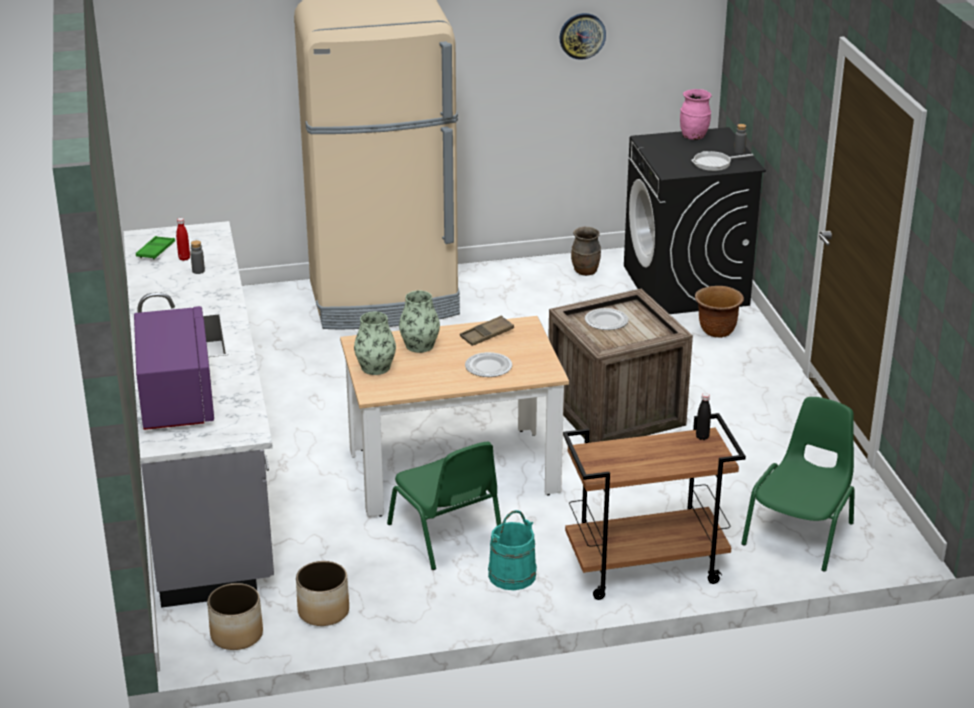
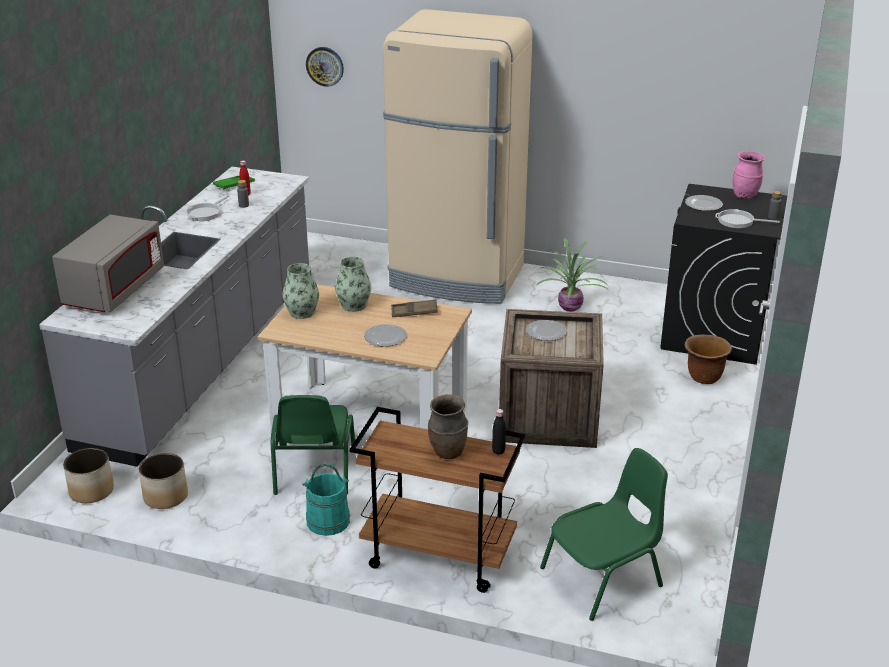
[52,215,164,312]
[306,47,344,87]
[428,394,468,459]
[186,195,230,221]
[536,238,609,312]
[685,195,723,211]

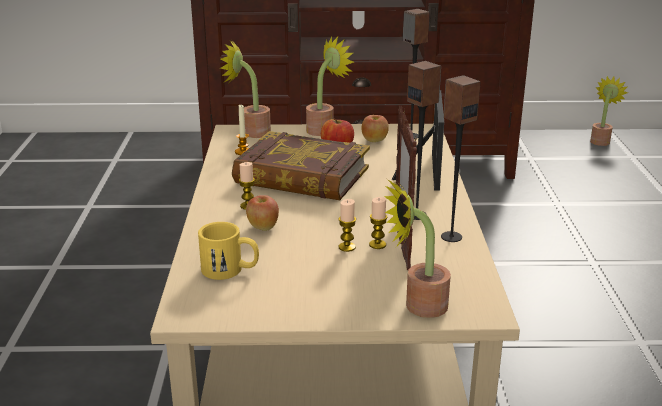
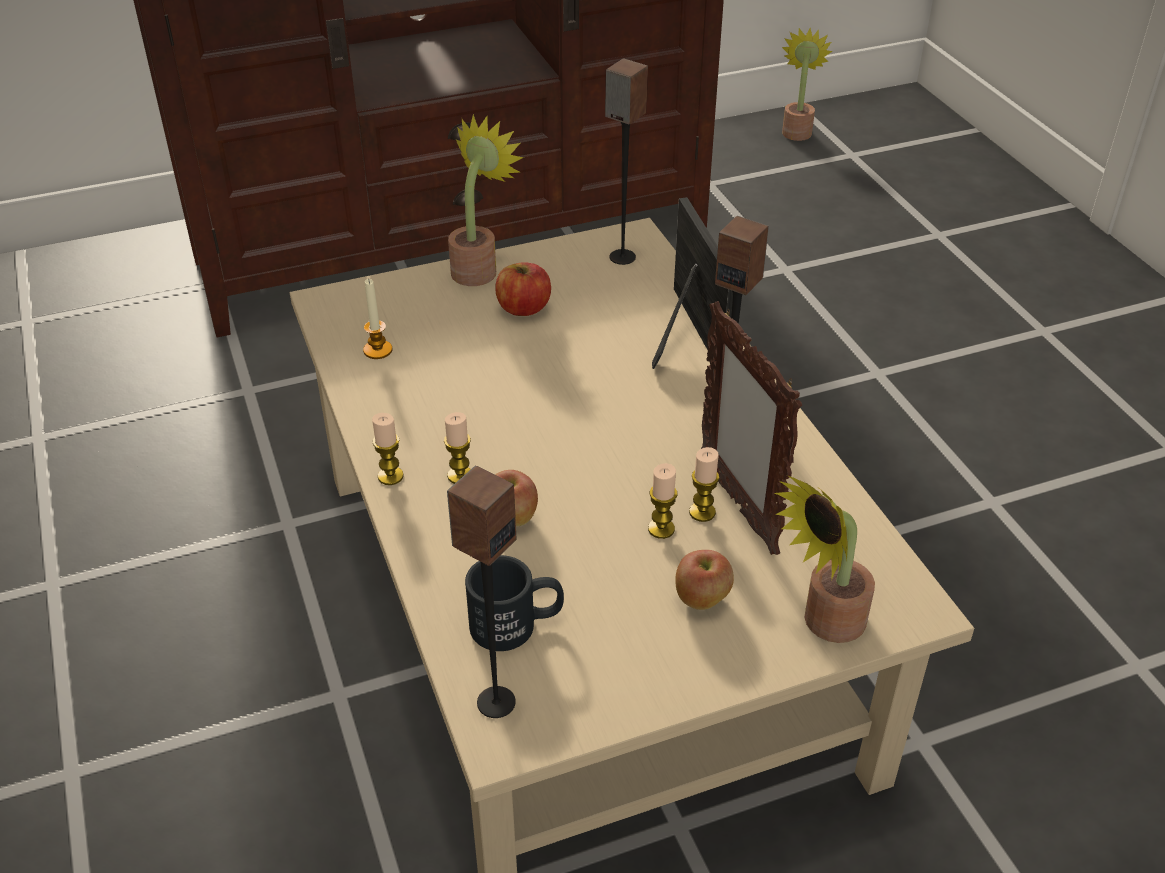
[465,555,564,651]
[220,41,271,138] (first image)
[232,131,370,200] (first image)
[675,550,734,610]
[447,466,516,718]
[372,413,404,485]

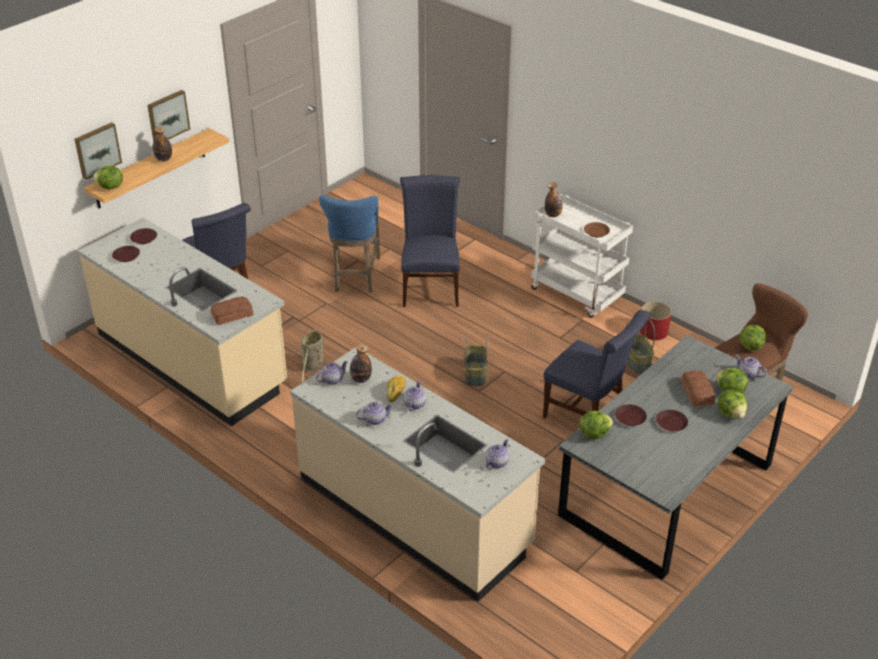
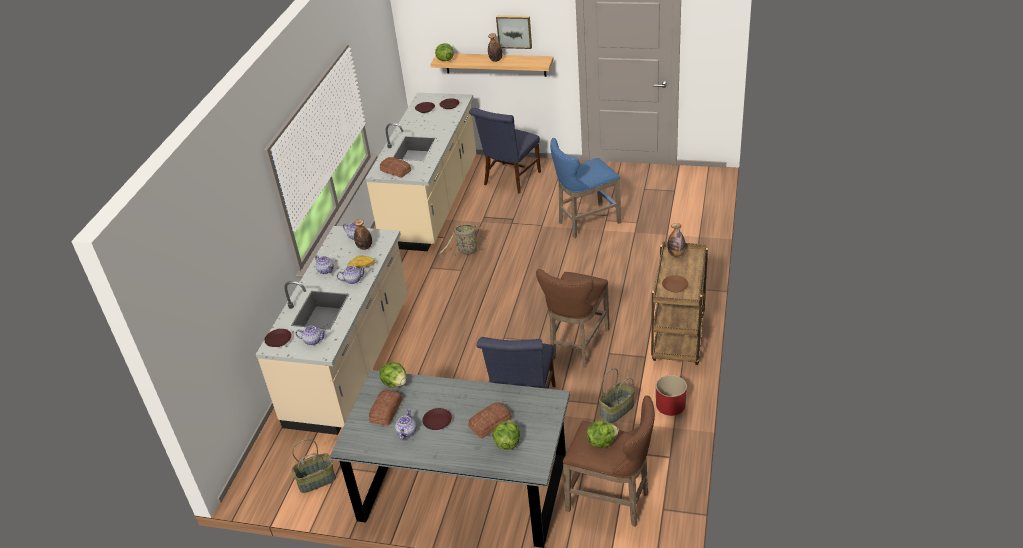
[74,122,122,180] (first image)
[400,175,460,307] (first image)
[292,439,336,493]
[651,241,708,365]
[264,329,292,347]
[718,389,747,419] (first image)
[395,409,417,440]
[369,390,403,426]
[536,269,610,368]

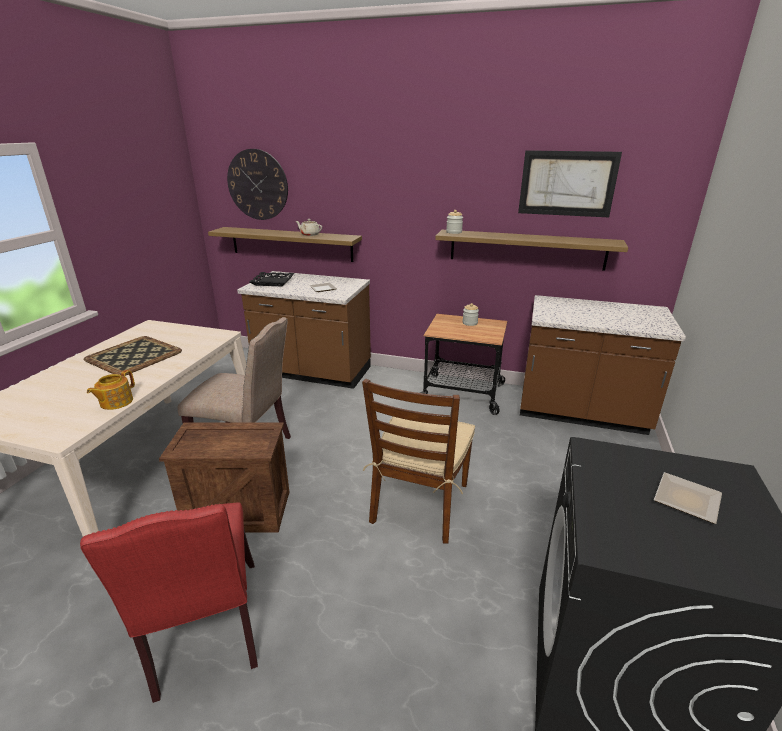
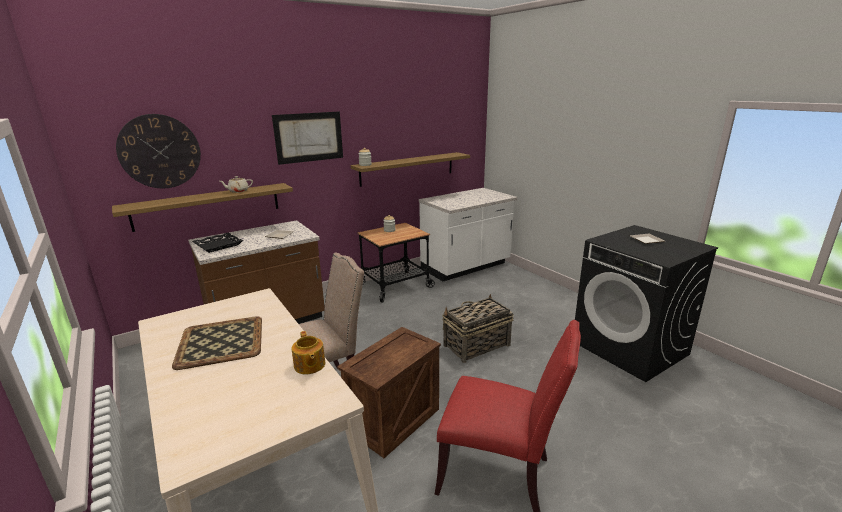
[442,294,513,363]
[272,112,343,165]
[419,188,517,281]

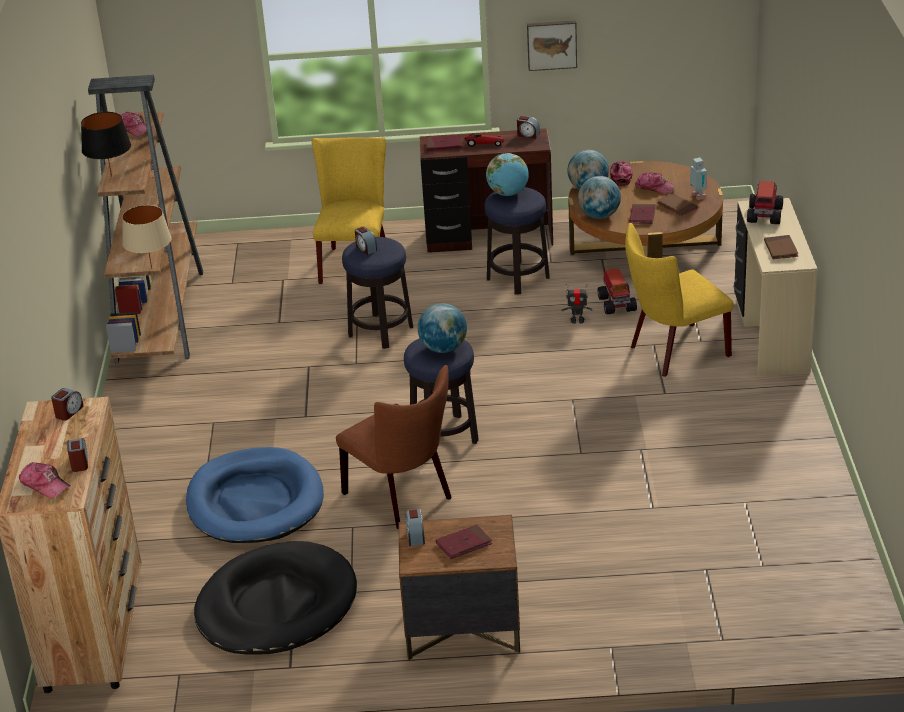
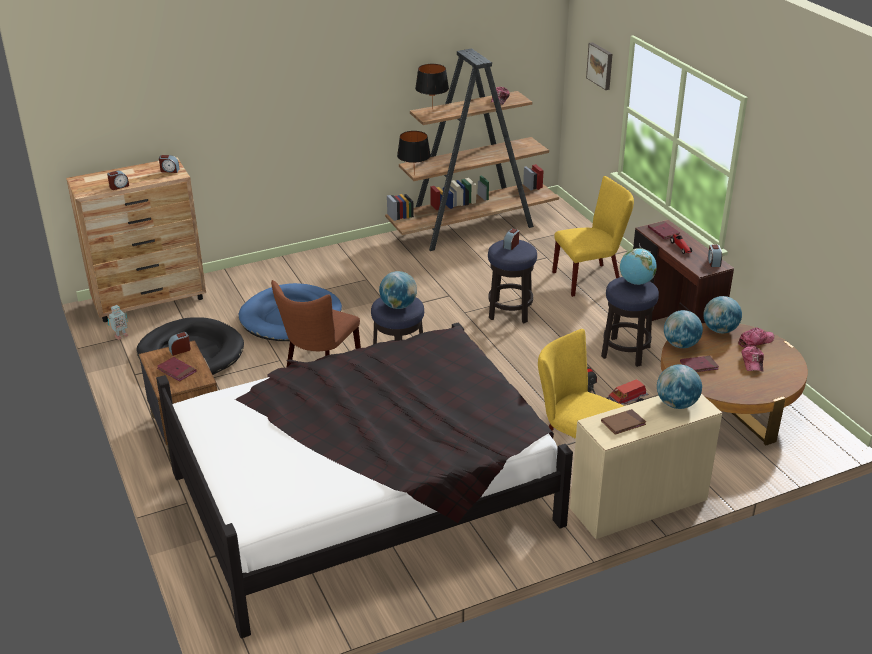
[19,462,70,498] (first image)
[397,131,431,176]
[586,42,612,90]
[656,193,698,216] (first image)
[108,305,129,340]
[657,364,702,409]
[156,322,573,639]

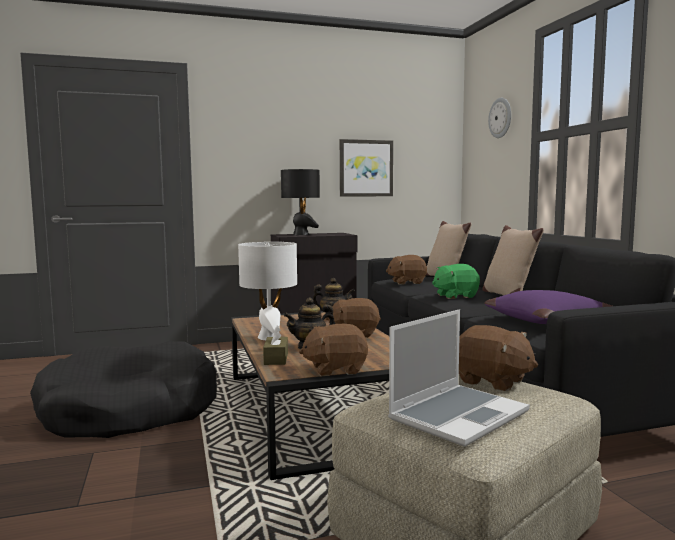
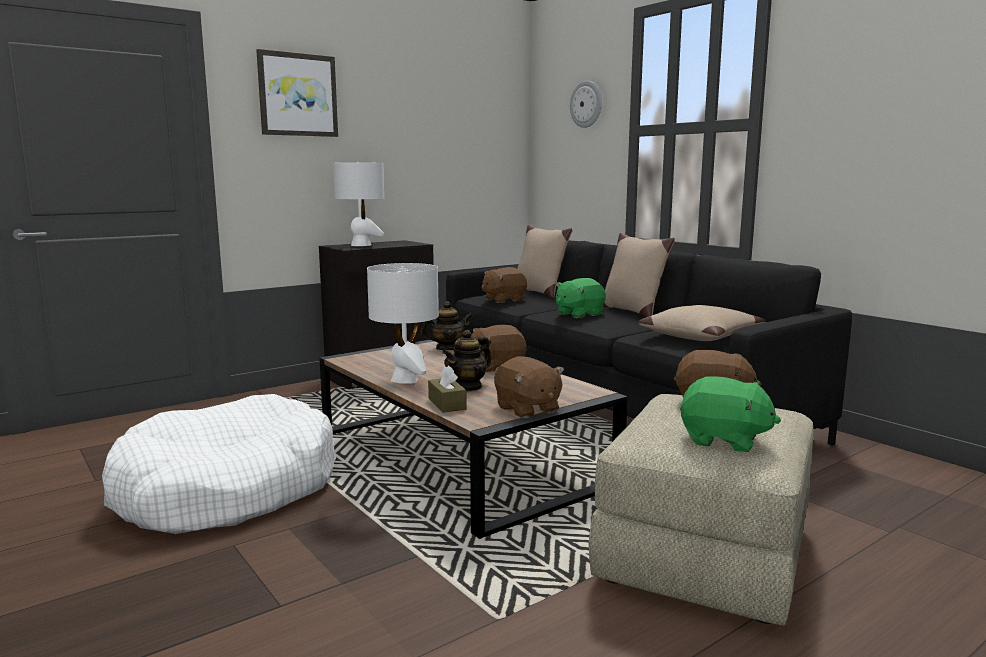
[102,394,336,534]
[333,162,384,246]
[494,356,565,418]
[256,49,338,137]
[680,376,781,452]
[638,305,766,341]

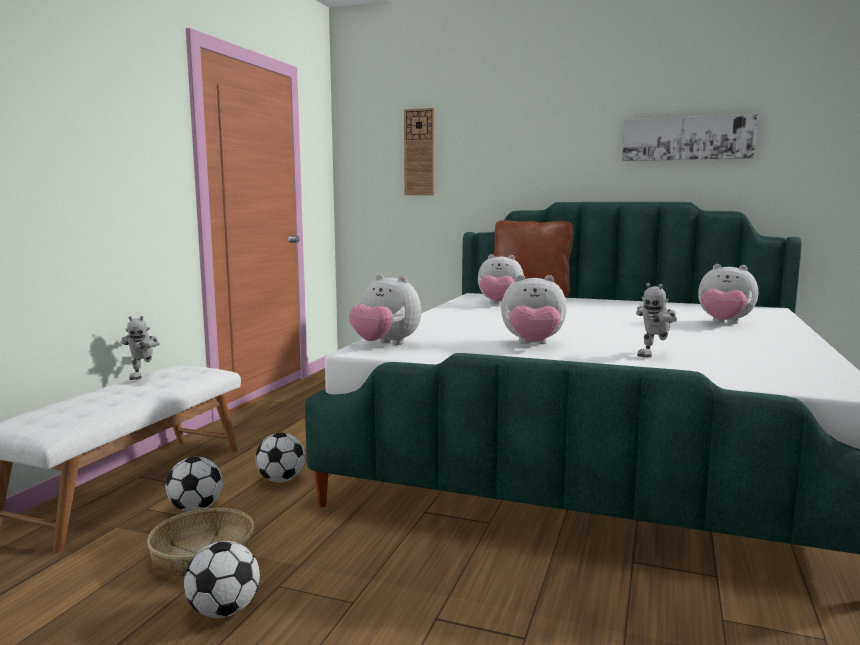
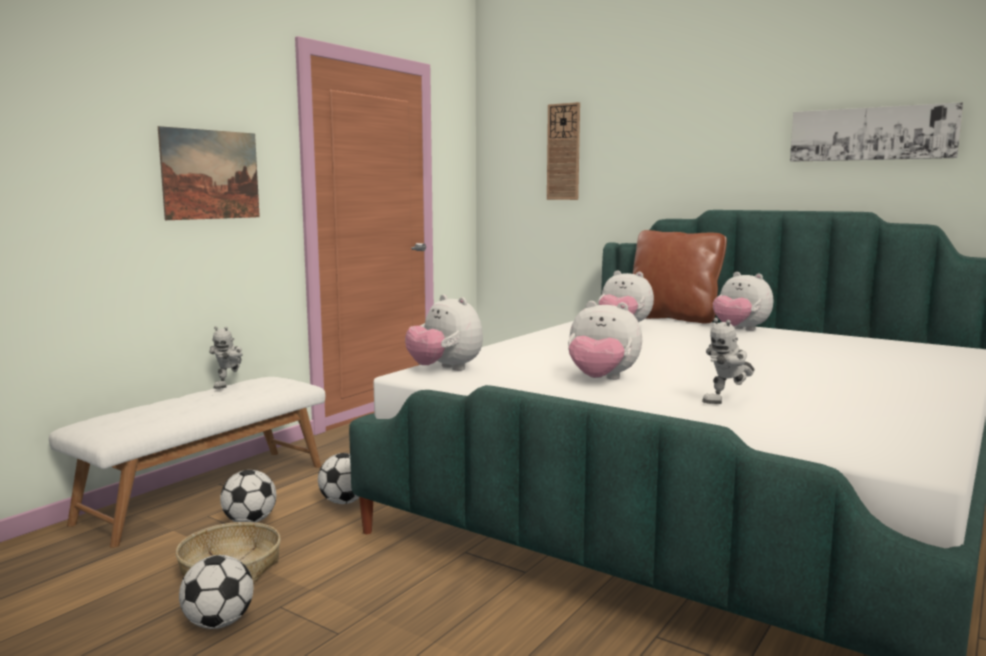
[713,272,773,331]
[158,126,260,220]

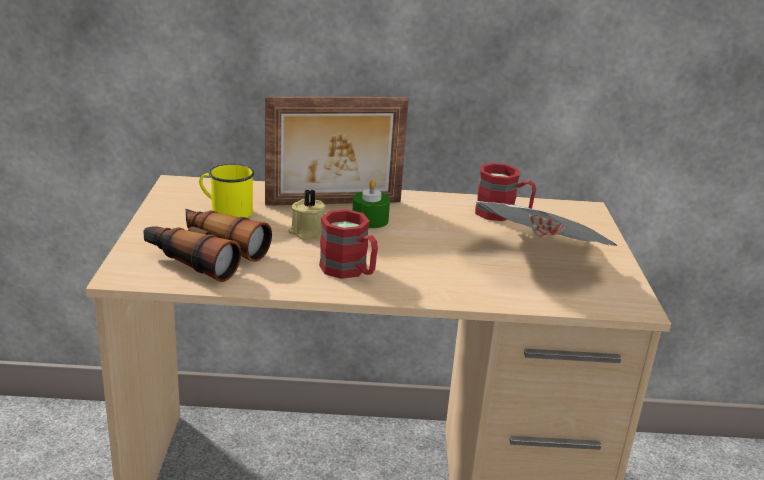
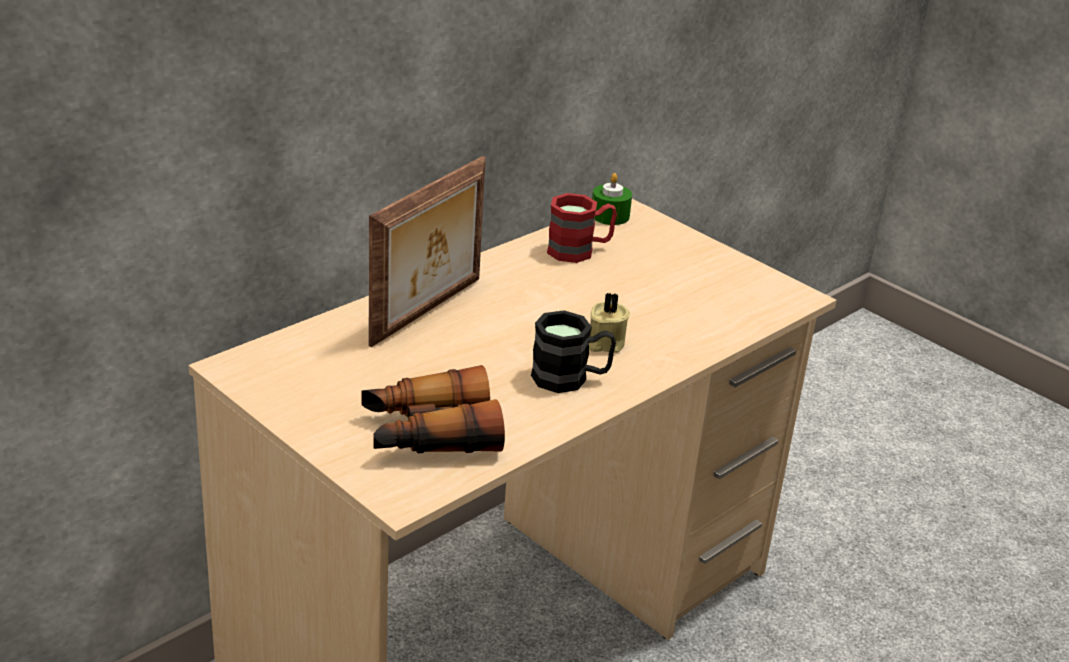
[199,164,254,218] (first image)
[589,292,630,353]
[531,310,616,393]
[592,173,632,225]
[468,199,617,246] (first image)

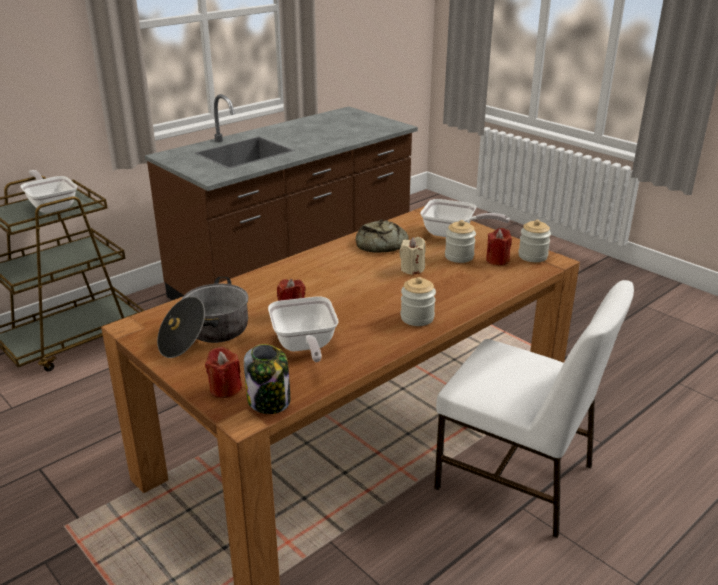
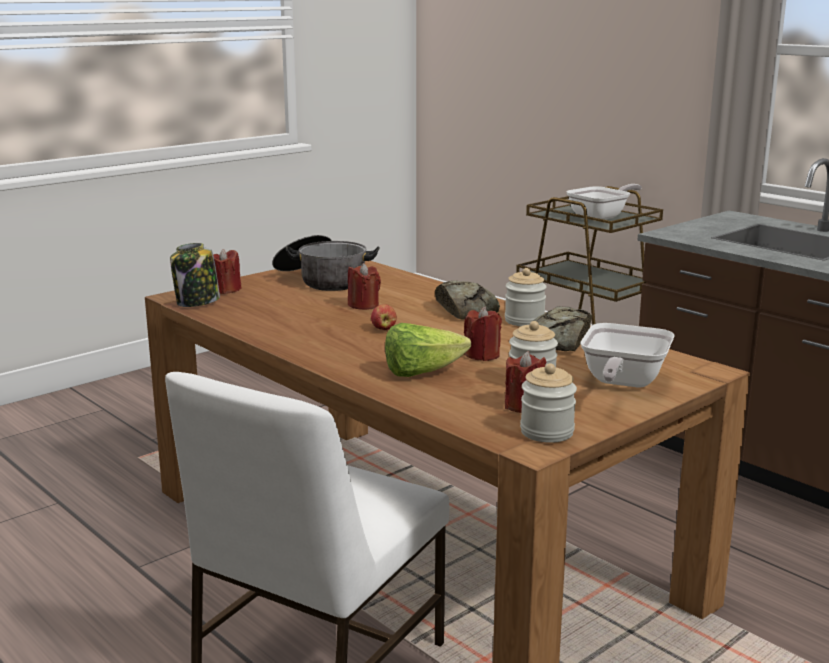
[268,296,338,362] (first image)
[464,306,502,361]
[505,268,546,326]
[371,304,397,330]
[385,323,471,377]
[435,280,500,320]

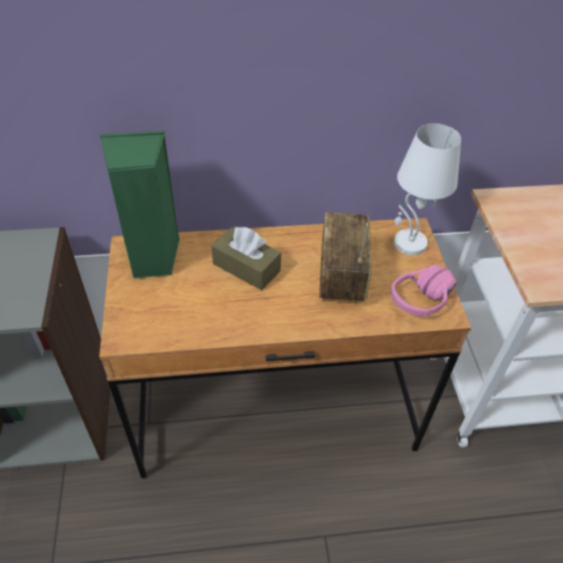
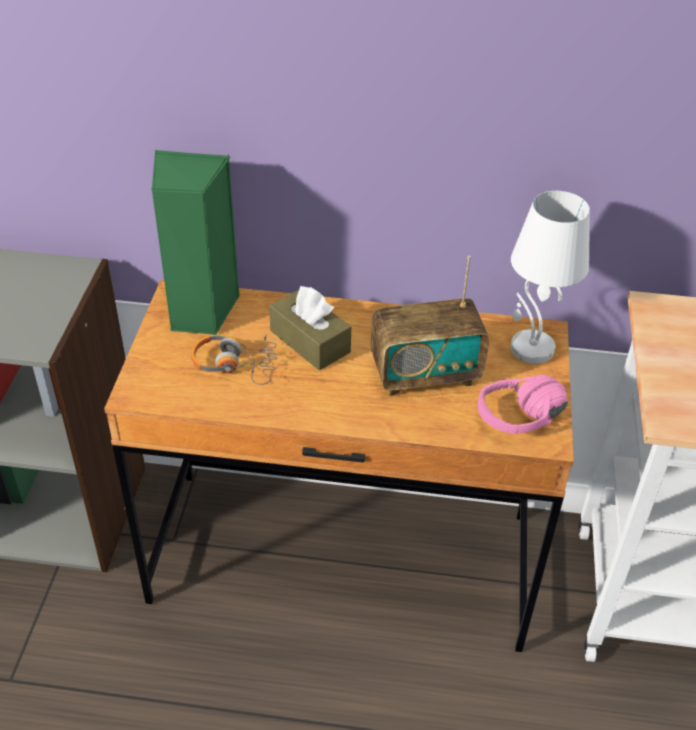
[370,256,489,396]
[191,334,277,385]

